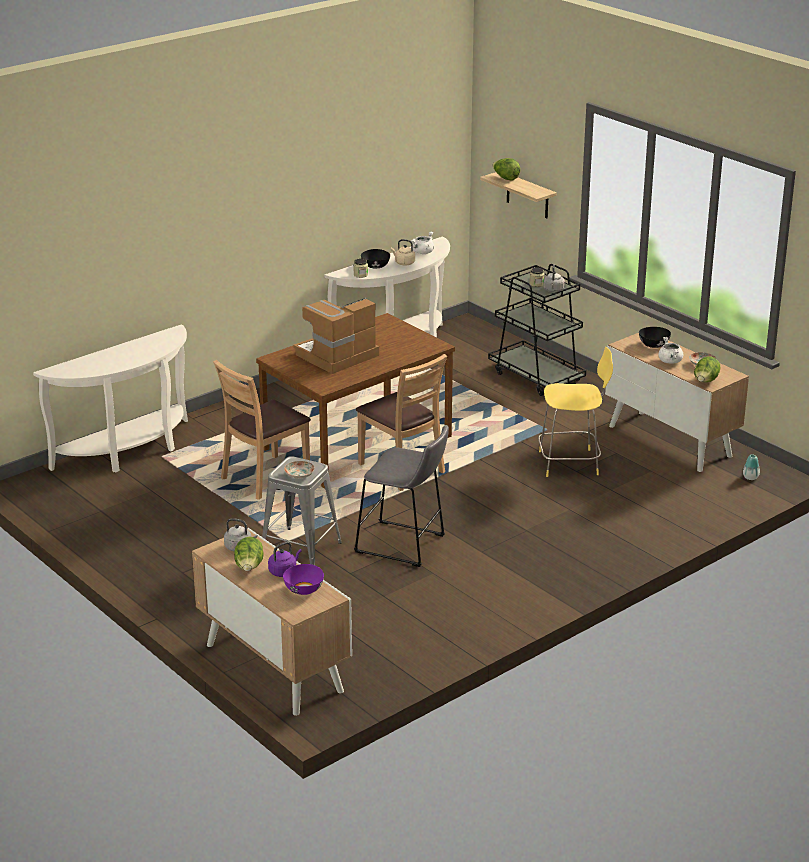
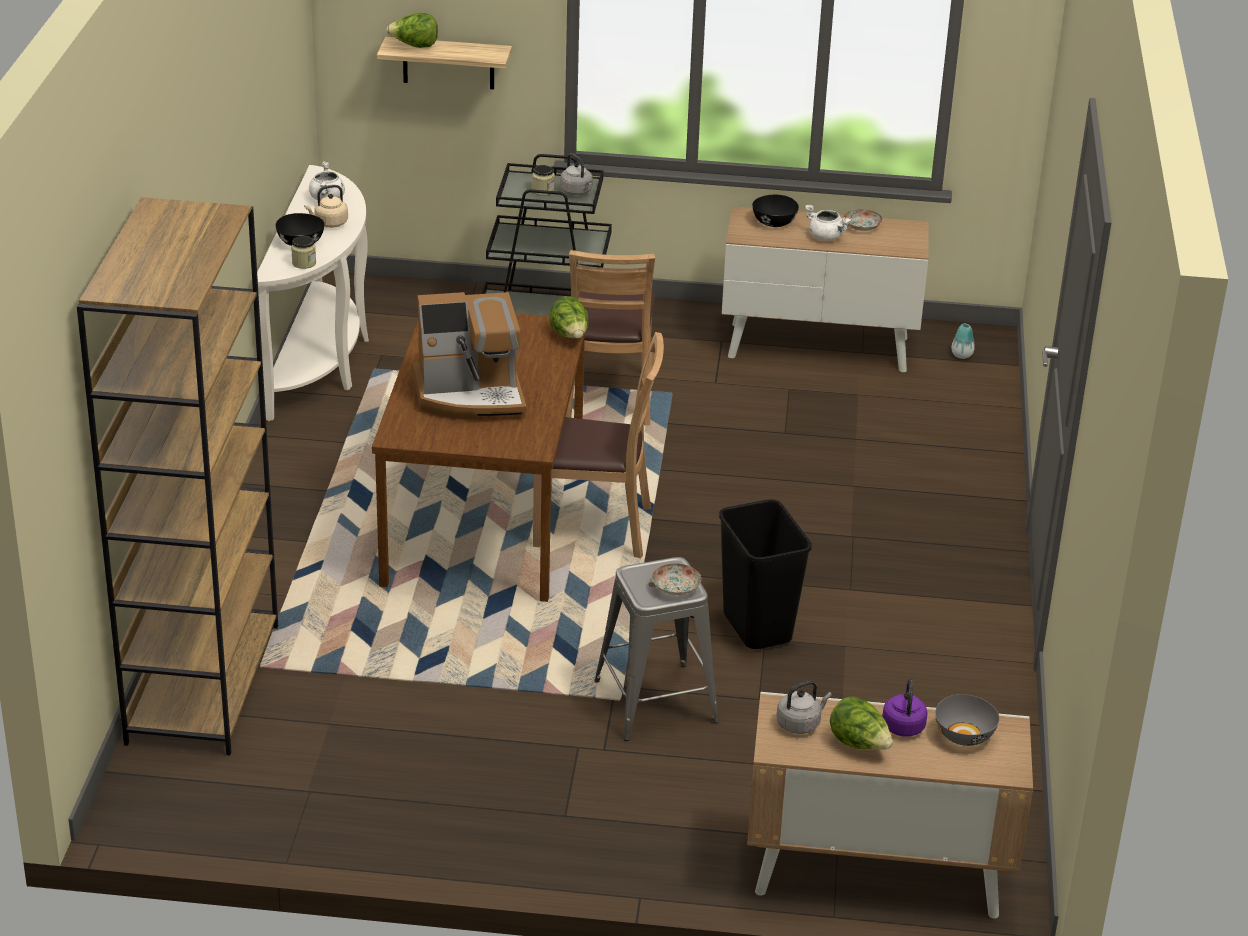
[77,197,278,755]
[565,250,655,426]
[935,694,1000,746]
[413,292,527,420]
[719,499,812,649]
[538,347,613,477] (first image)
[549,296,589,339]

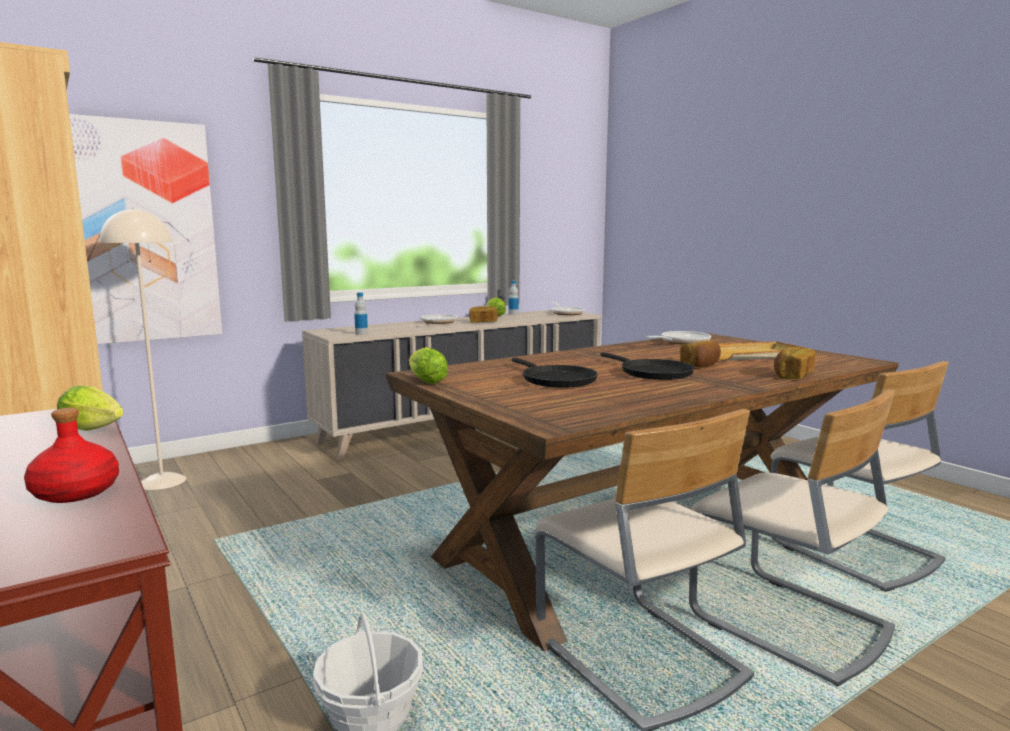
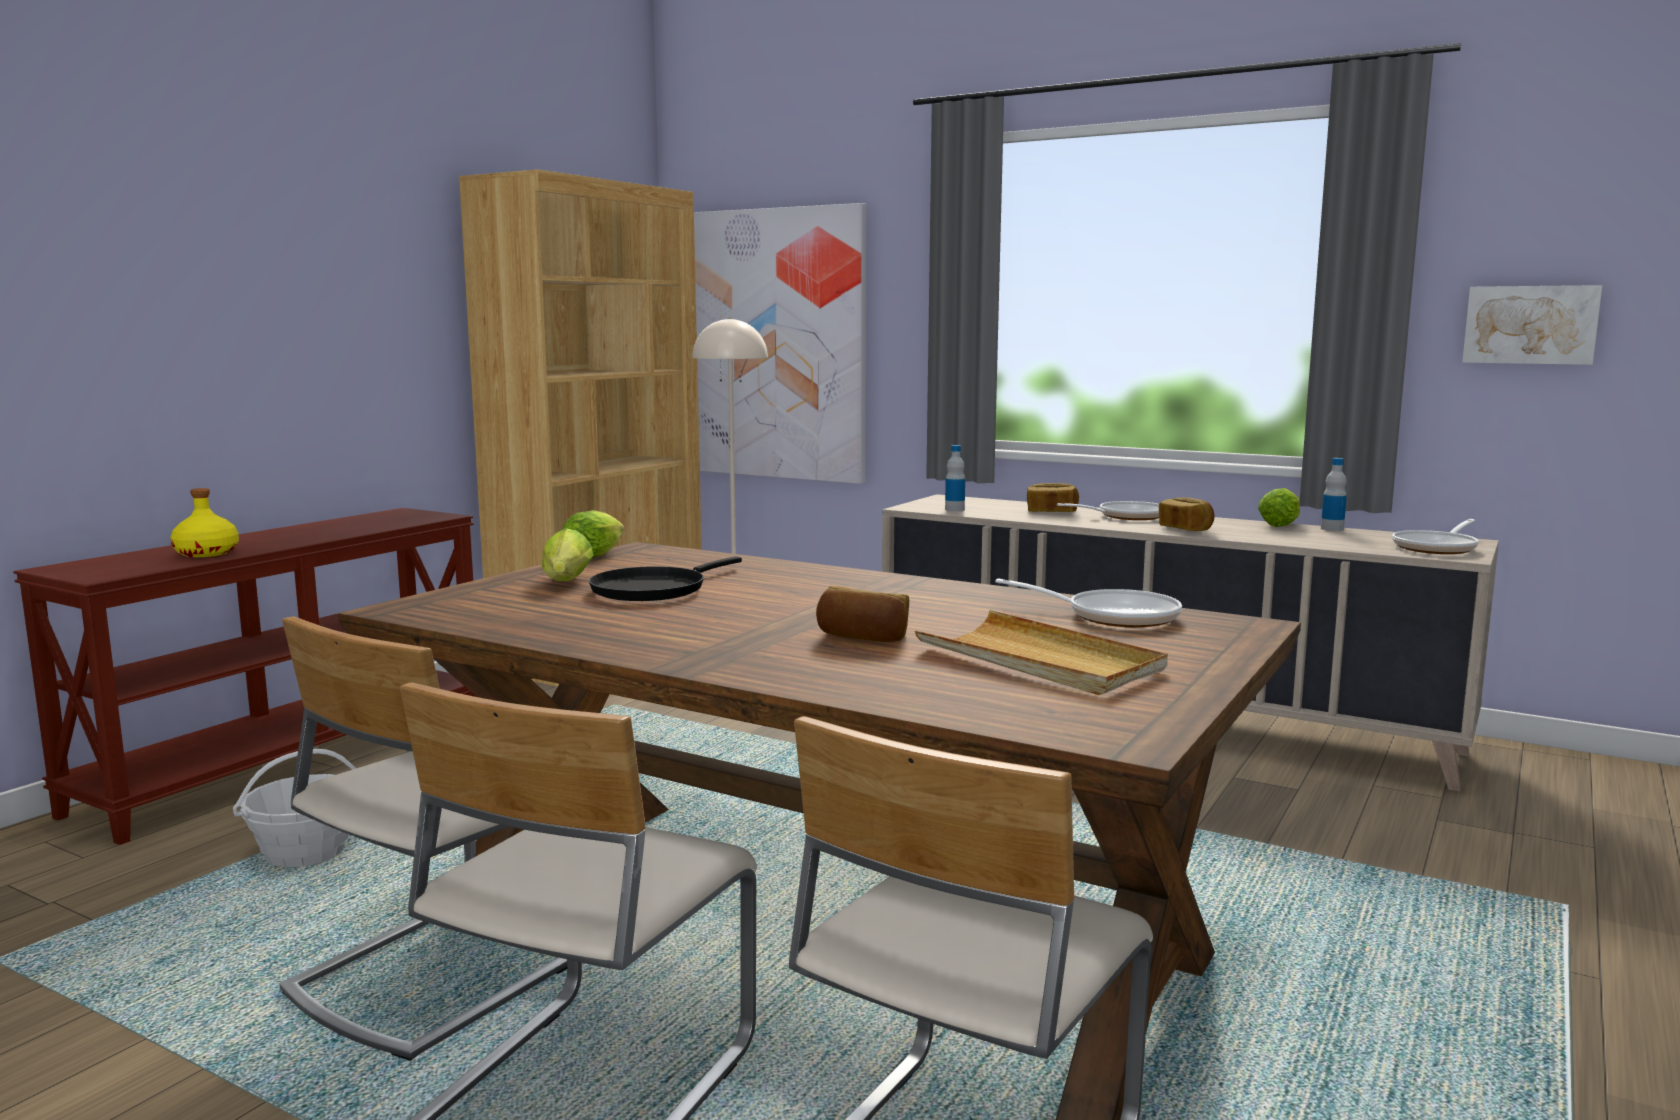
[170,488,239,557]
[542,528,594,581]
[600,352,695,380] (first image)
[1027,483,1079,512]
[1462,285,1602,365]

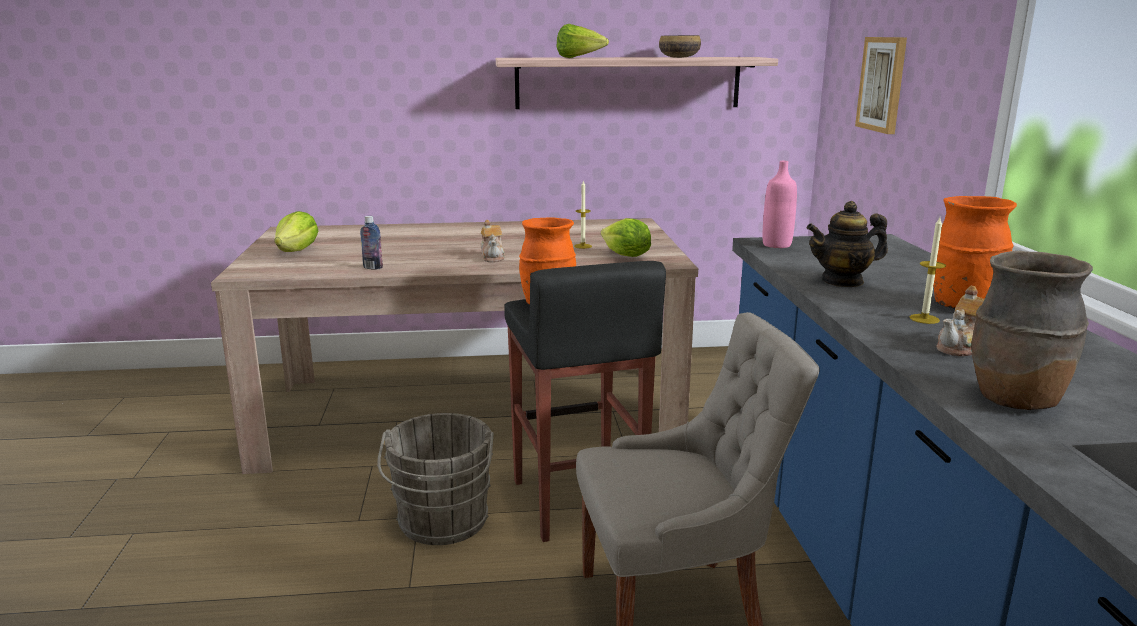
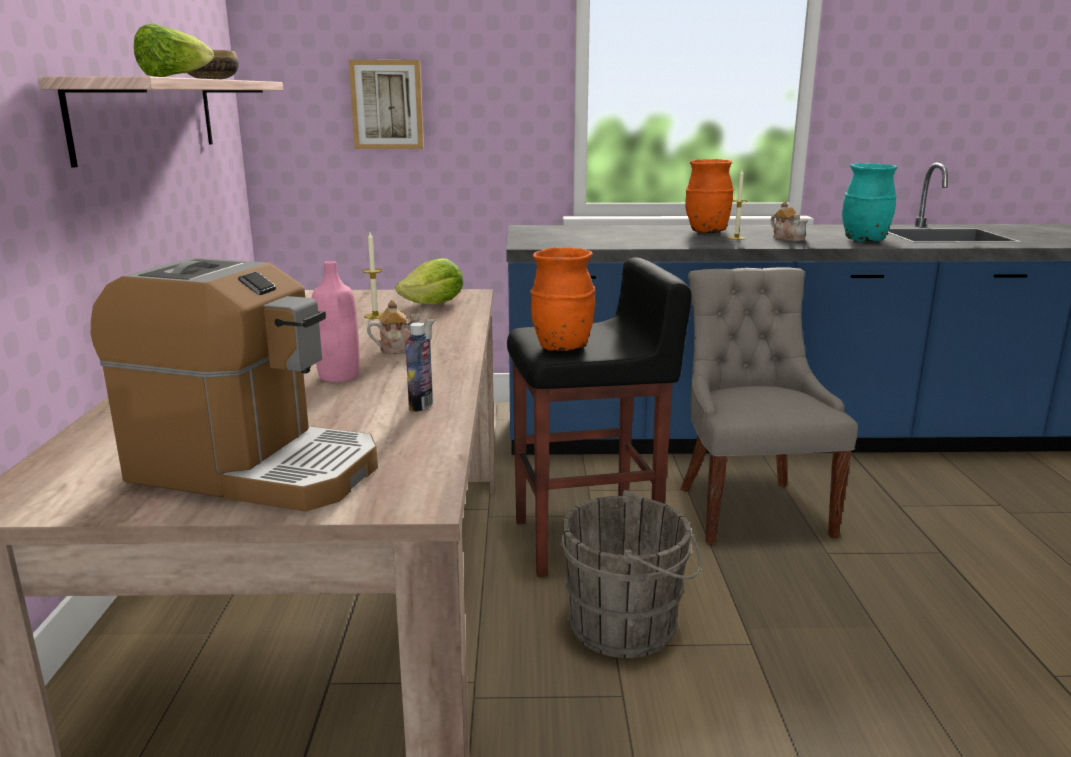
[91,257,378,512]
[312,261,360,382]
[807,201,888,287] (first image)
[842,163,898,242]

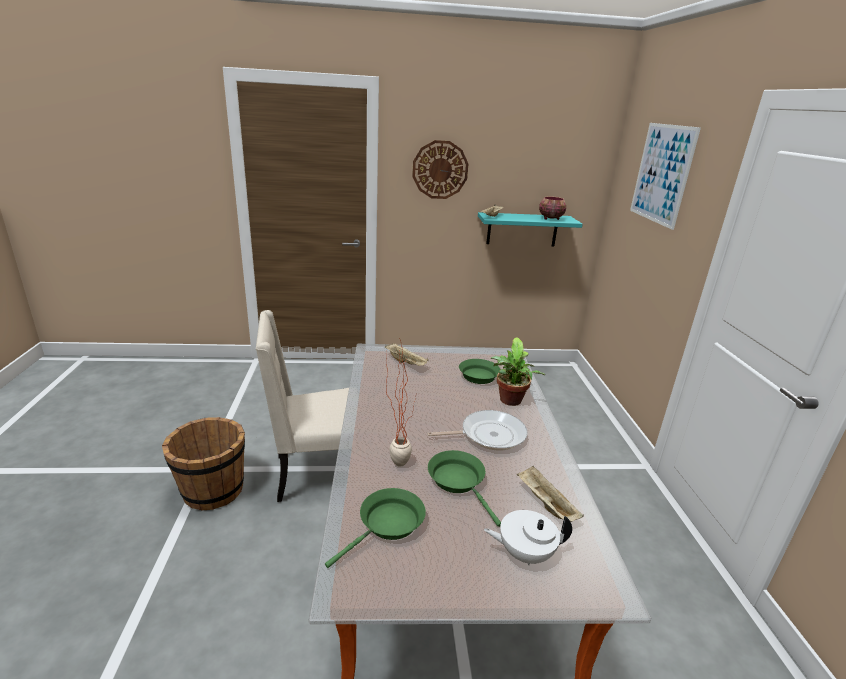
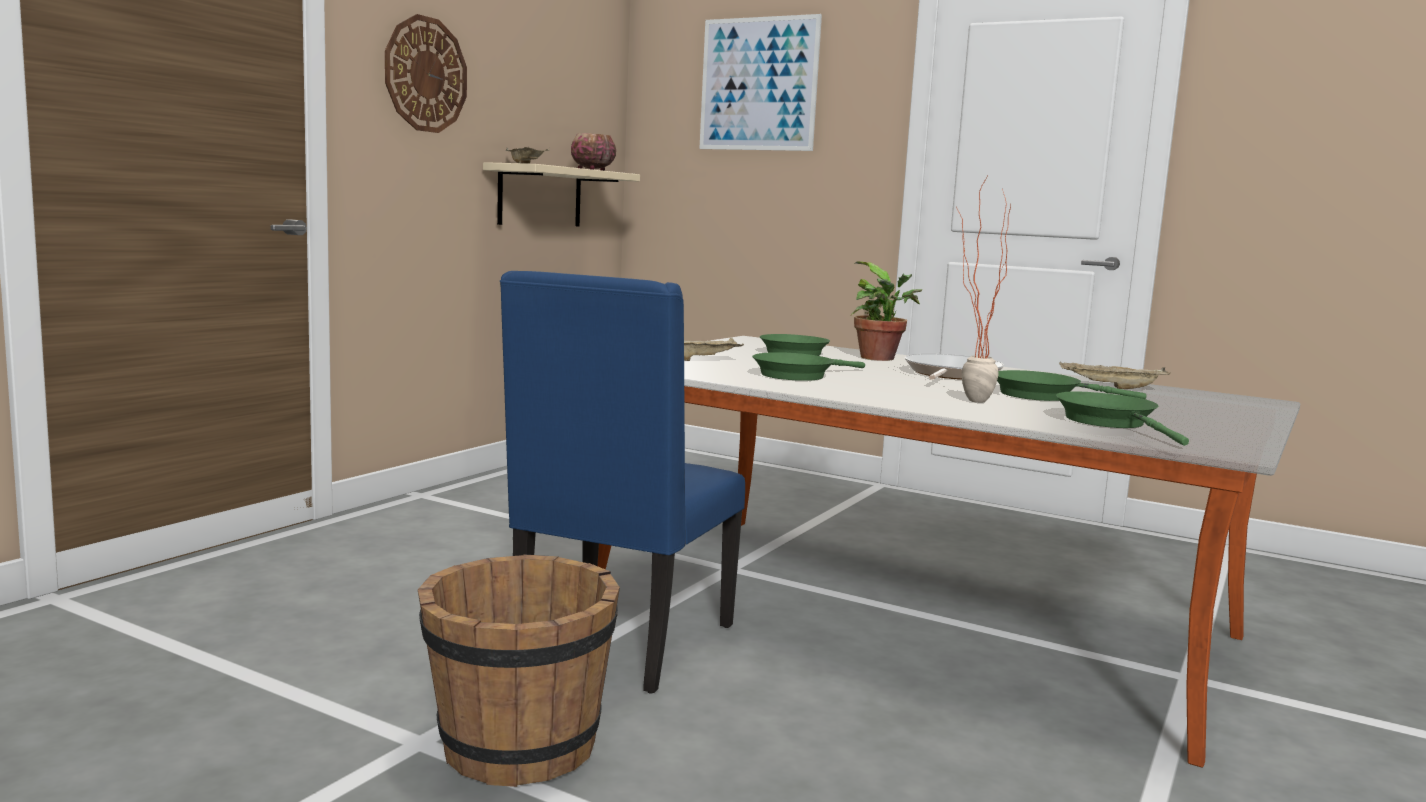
[500,271,745,694]
[483,162,640,226]
[484,510,572,565] (first image)
[752,352,865,381]

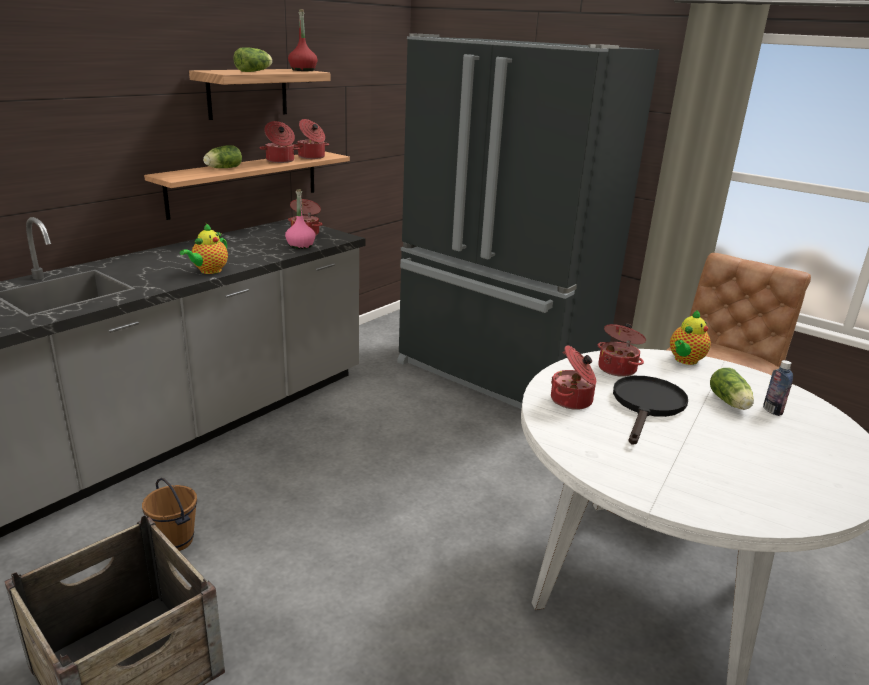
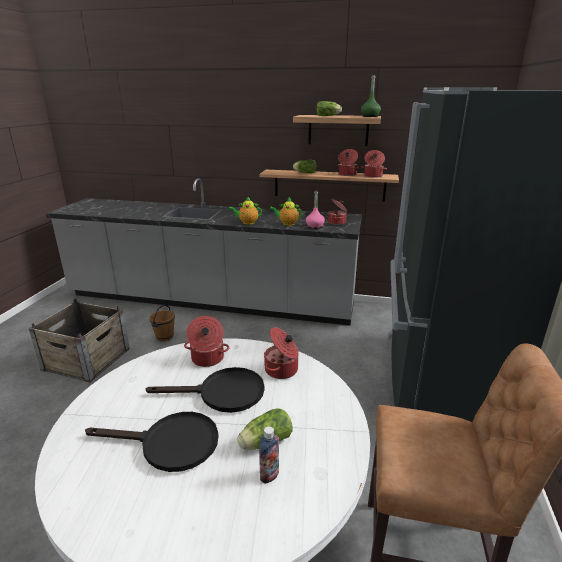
[361,75,381,117]
[270,198,303,226]
[85,412,218,472]

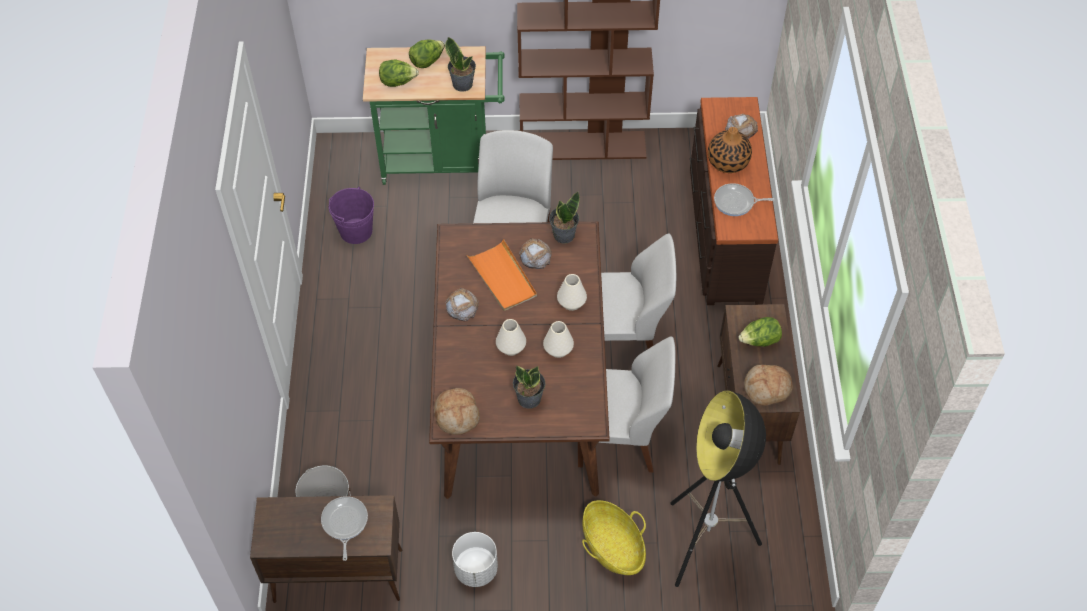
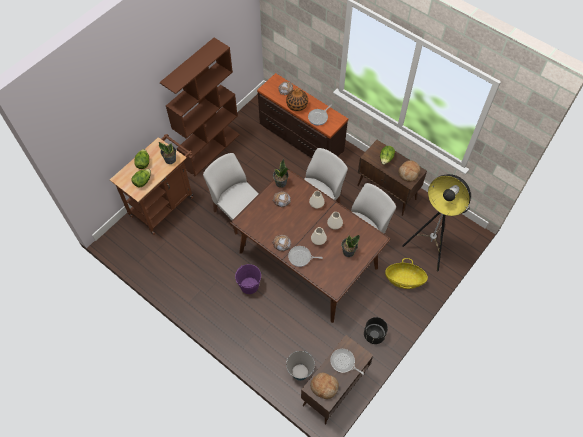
[235,264,261,294]
[110,134,193,235]
[310,373,339,399]
[364,317,388,344]
[466,239,537,311] (first image)
[288,246,323,267]

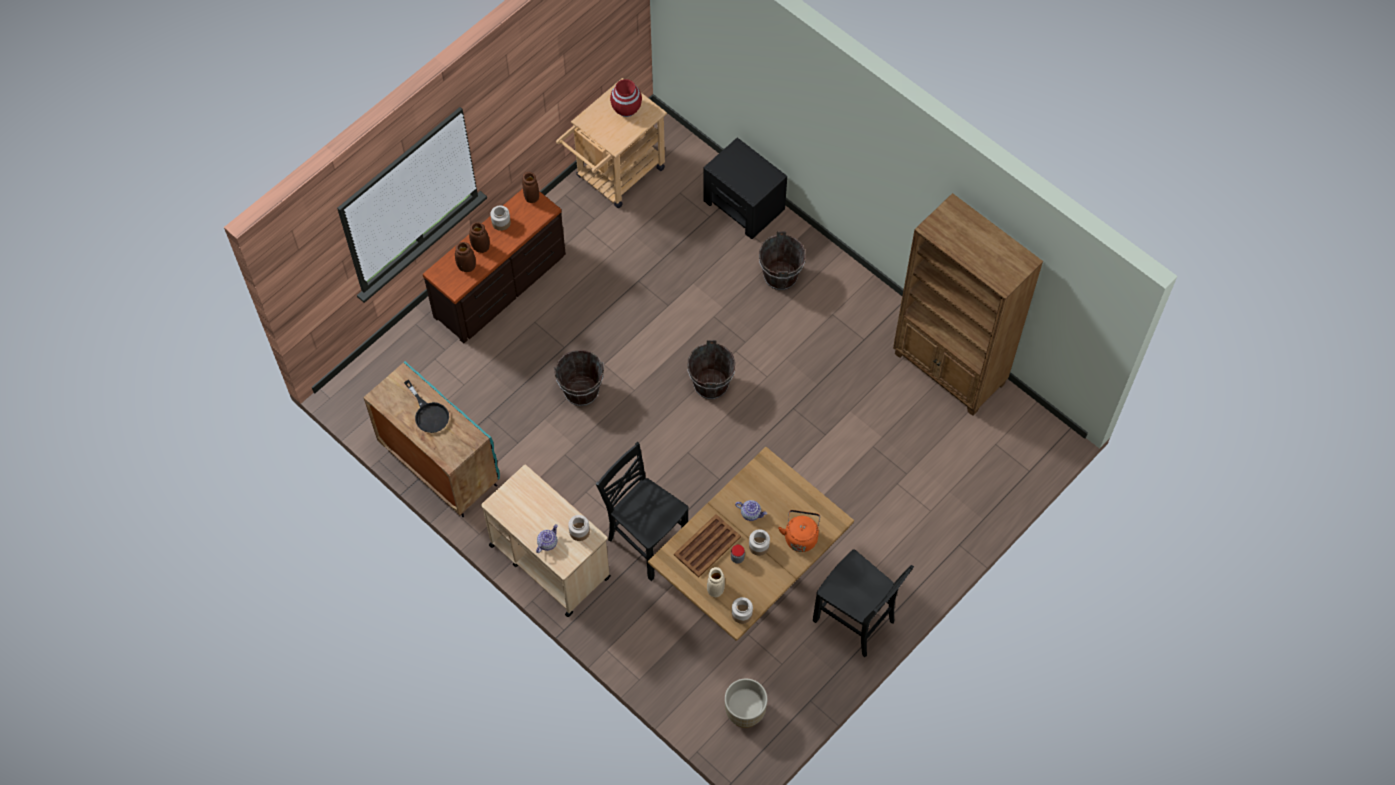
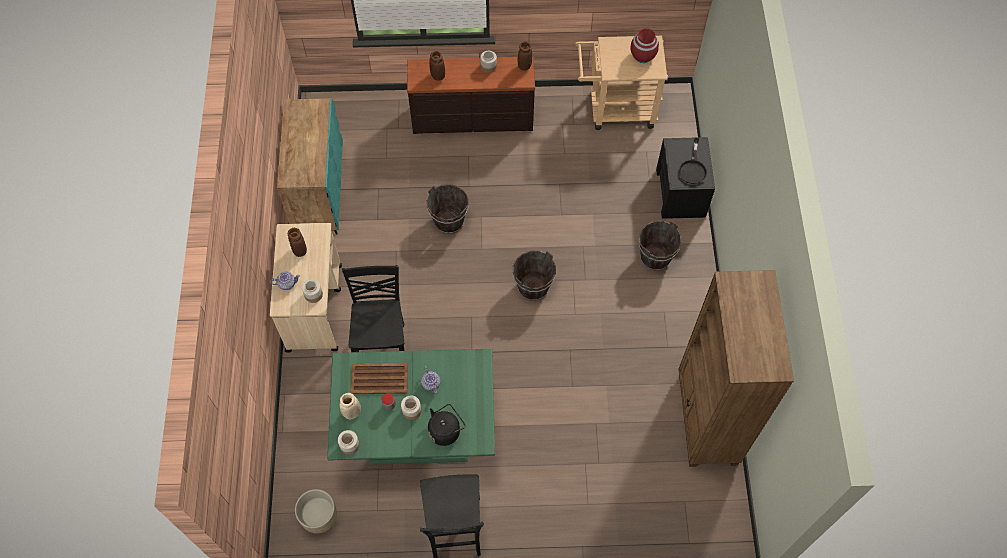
[679,137,707,184]
[288,228,307,257]
[327,349,495,465]
[428,404,466,446]

